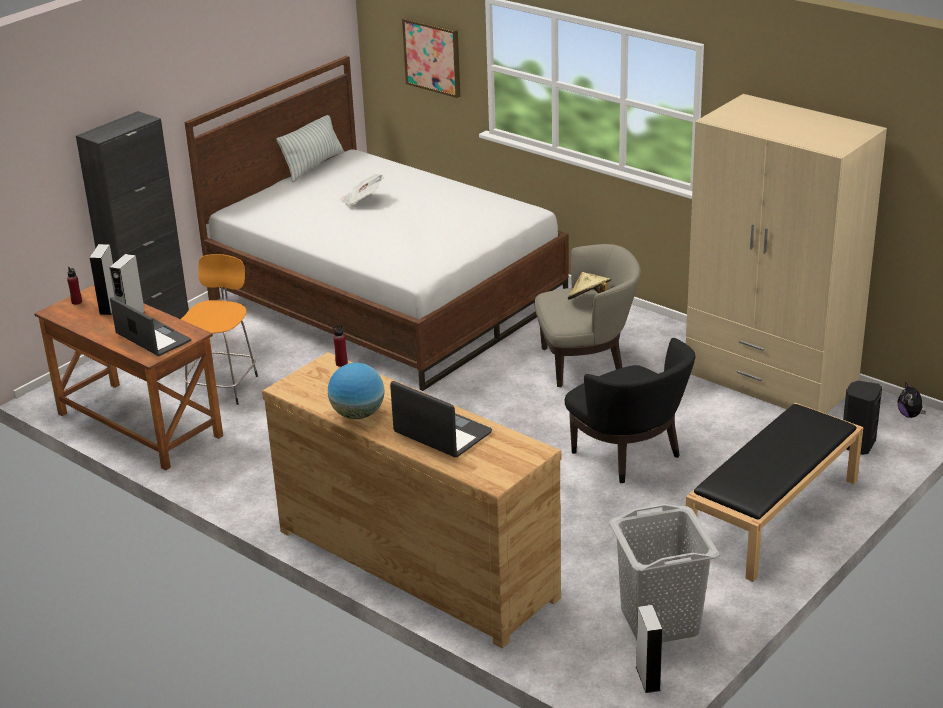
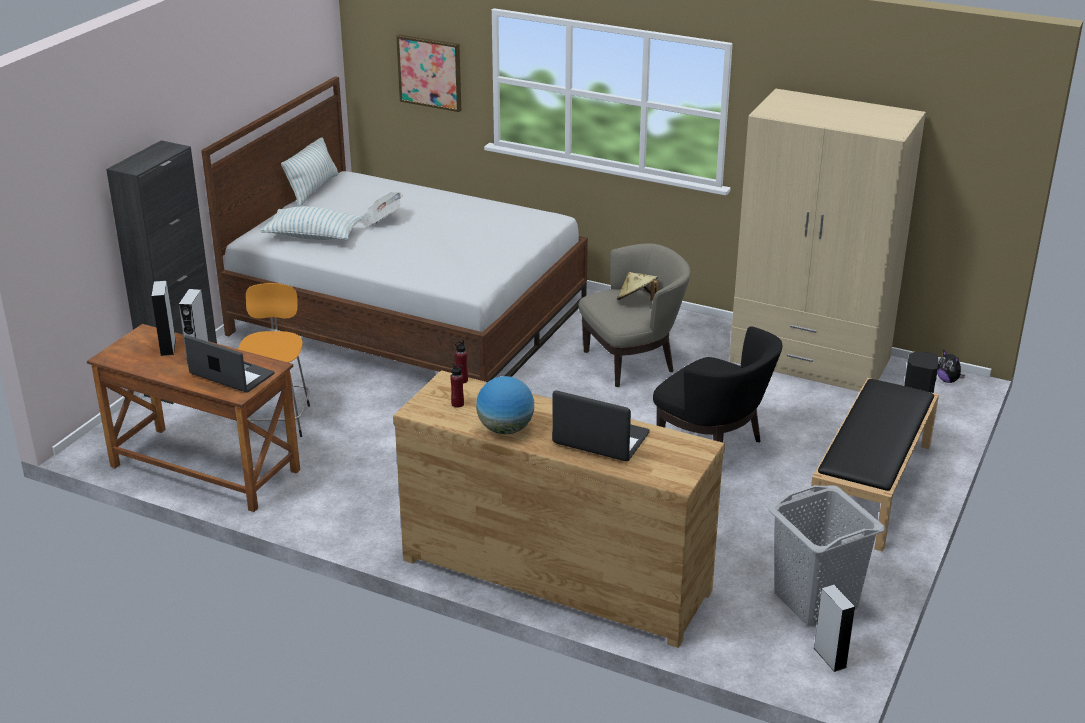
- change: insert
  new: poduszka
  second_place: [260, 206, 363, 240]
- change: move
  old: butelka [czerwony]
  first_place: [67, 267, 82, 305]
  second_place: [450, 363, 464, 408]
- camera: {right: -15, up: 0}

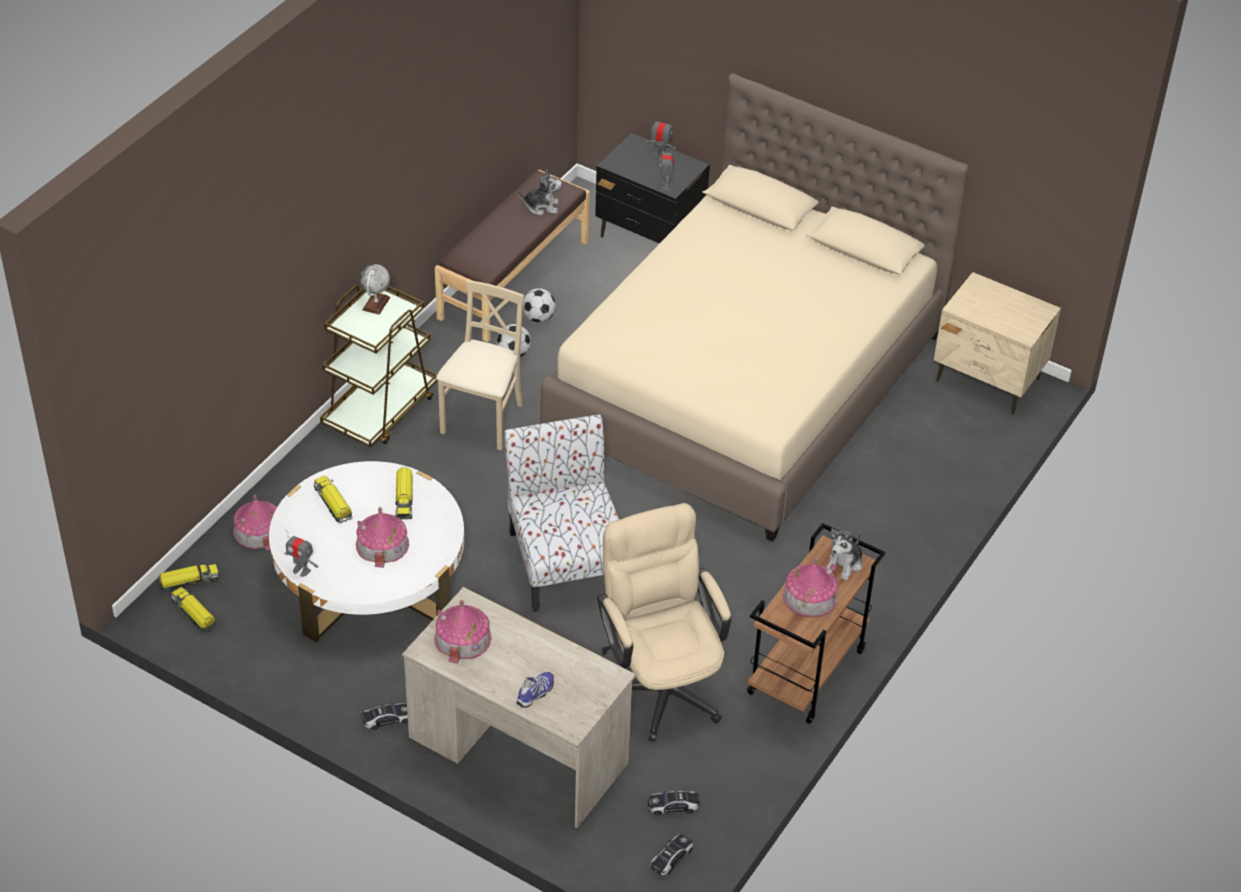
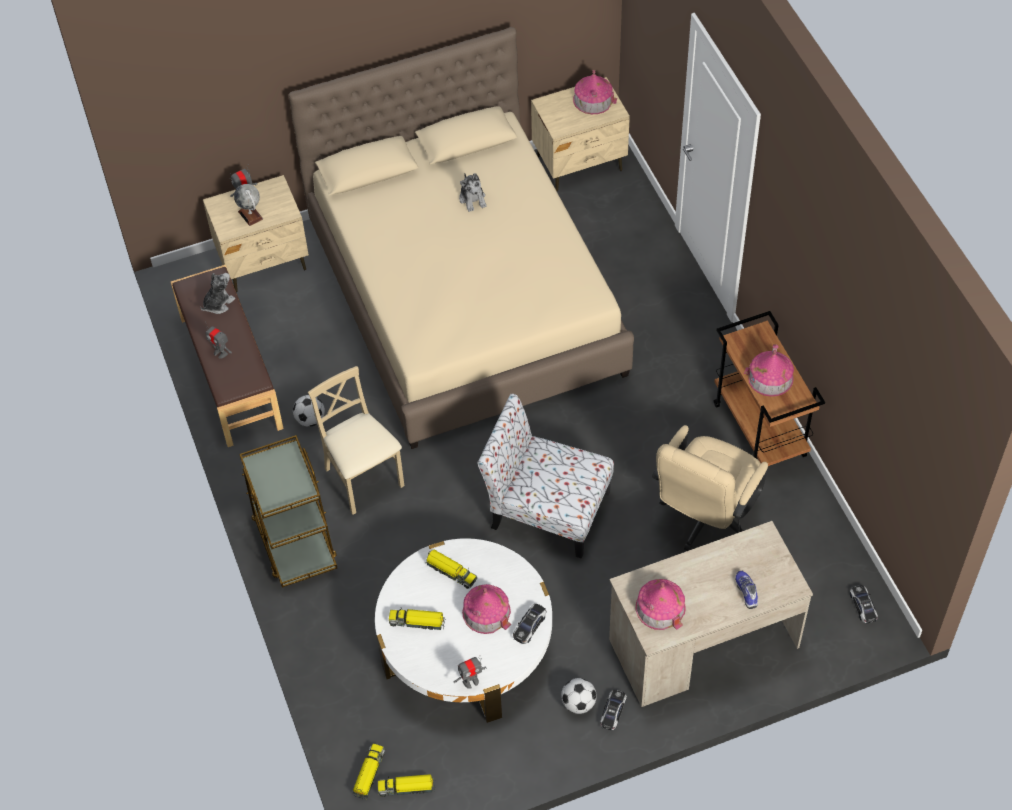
- change: move
  old: domek
  first_place: [233, 495, 277, 551]
  second_place: [573, 70, 617, 114]
- change: move
  old: globus
  first_place: [360, 264, 390, 315]
  second_place: [234, 184, 263, 226]
- change: move
  old: piłka futbolowa
  first_place: [522, 288, 556, 322]
  second_place: [561, 678, 597, 714]
- change: move
  old: samochodzik
  first_place: [647, 791, 700, 815]
  second_place: [513, 604, 546, 644]
- change: move
  old: robot zabawkowy
  first_place: [660, 143, 674, 191]
  second_place: [205, 322, 232, 359]
- change: move
  old: pluszak
  first_place: [826, 528, 863, 580]
  second_place: [459, 173, 487, 212]
- change: recolor
  old: szafka nocna [czarny]
  new: szafka nocna [beżowy]
  first_place: [595, 133, 710, 244]
  second_place: [203, 175, 309, 292]
- change: rotate
  old: krzesło biurowe [beżowy]
  first_place: [597, 503, 731, 742]
  second_place: [652, 425, 768, 551]
  degrees: -75
- camera: {right: -50, up: 10}

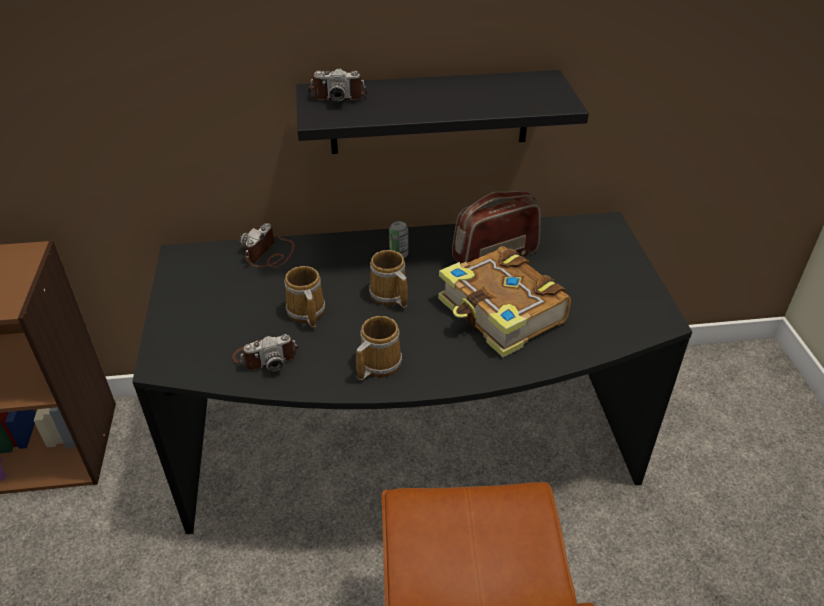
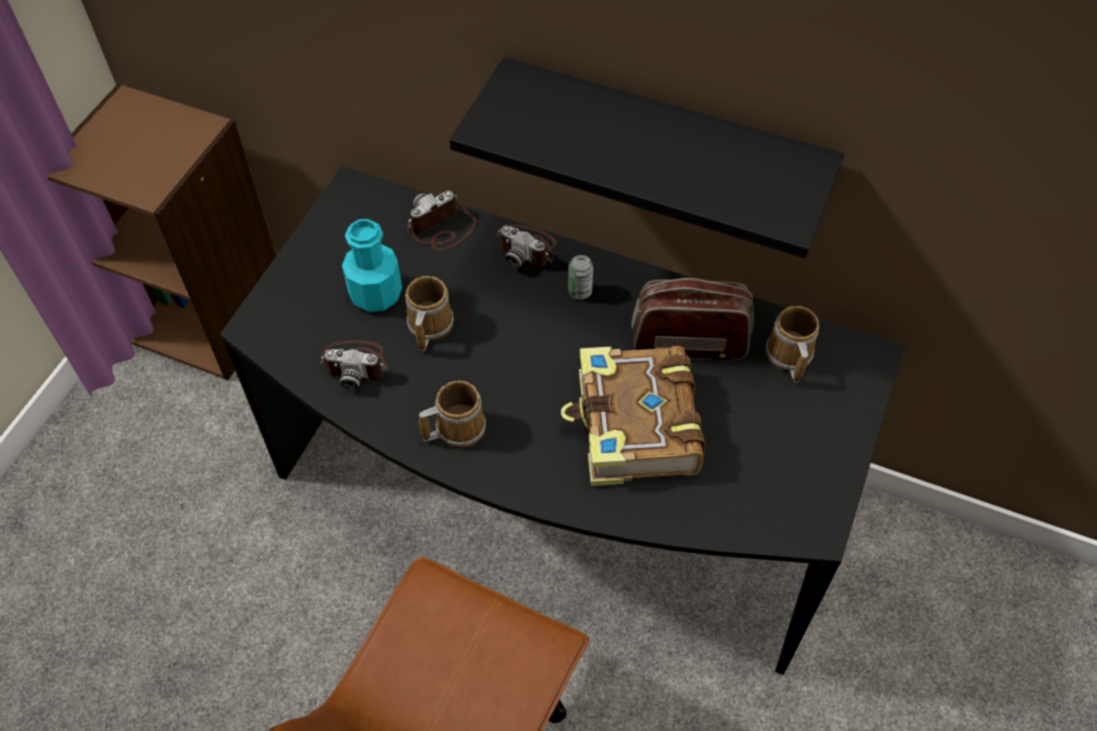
- change: insert
  new: butelka [turkusowy]
  second_place: [342, 219, 402, 312]
- change: move
  old: aparat fotograficzny
  first_place: [307, 68, 367, 102]
  second_place: [496, 224, 556, 268]
- change: move
  old: kubek
  first_place: [369, 250, 408, 307]
  second_place: [766, 306, 819, 383]
- camera: {right: 30, up: 15}

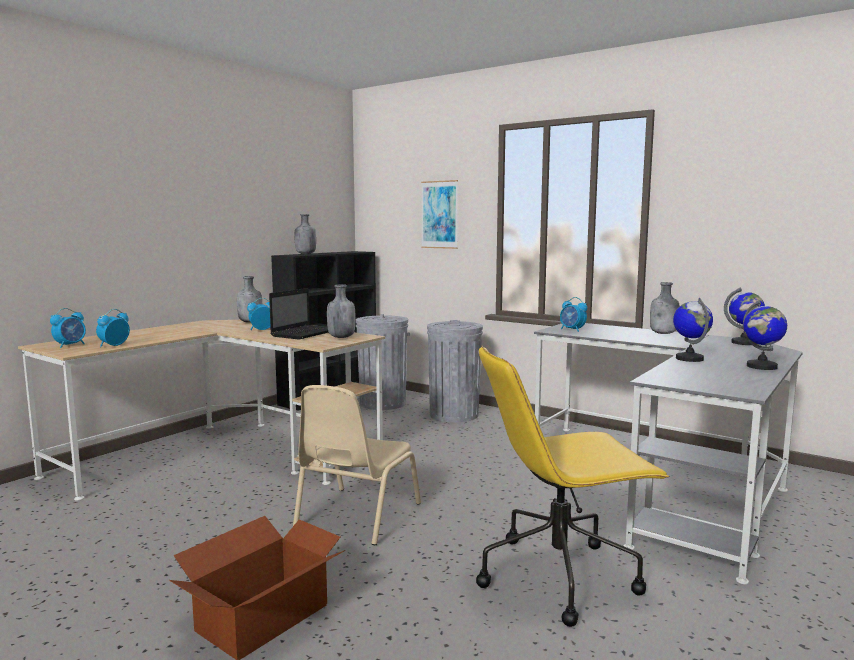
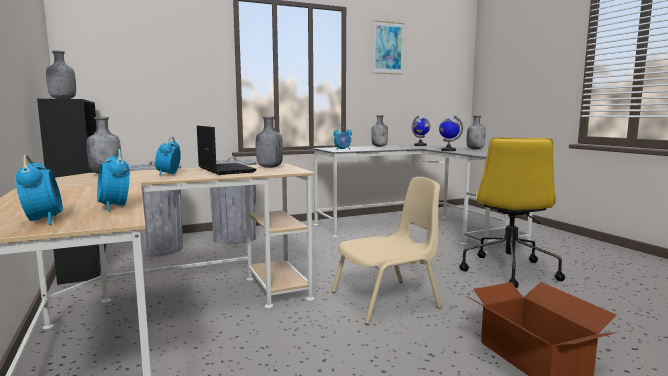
- change: move
  old: obraz
  first_place: [421, 180, 458, 249]
  second_place: [374, 20, 404, 75]
- change: replace
  old: globus
  new: butelka [szary]
  first_place: [743, 300, 787, 370]
  second_place: [467, 115, 486, 150]
- change: rotate
  old: krzesło [beżowy]
  first_place: [293, 385, 421, 545]
  second_place: [332, 177, 442, 325]
  degrees: -75
- camera: {right: -60, up: 0}

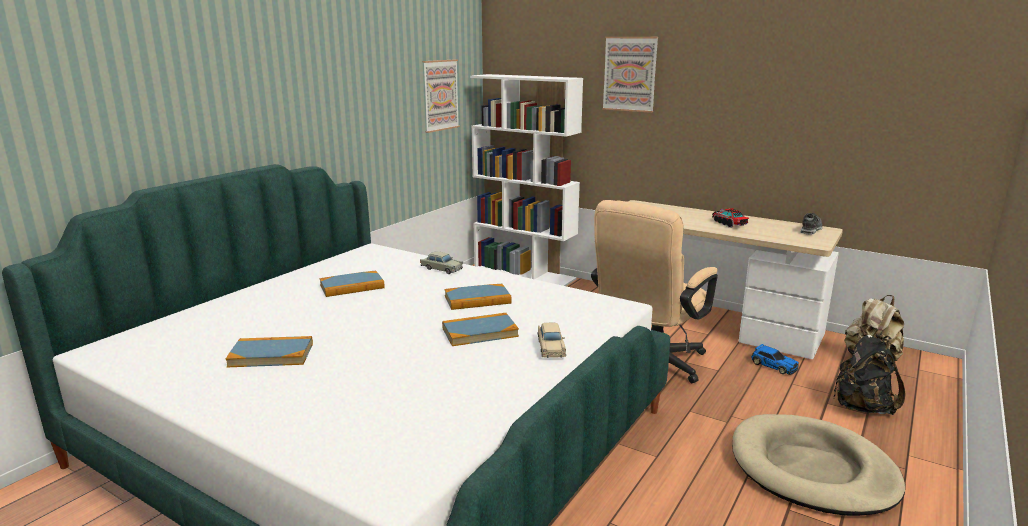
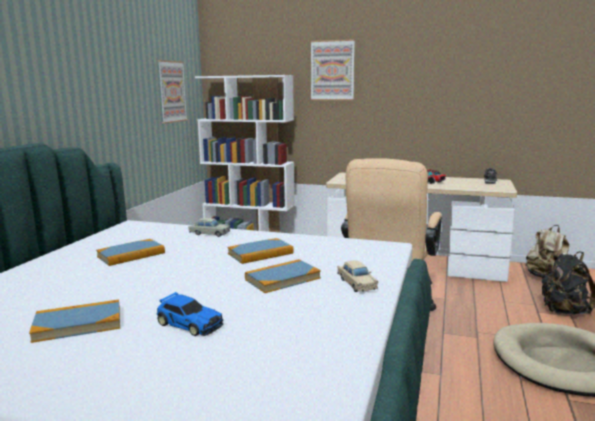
- change: move
  old: samochodzik
  first_place: [751, 344, 799, 375]
  second_place: [156, 292, 223, 336]
- camera: {right: -15, up: -5}

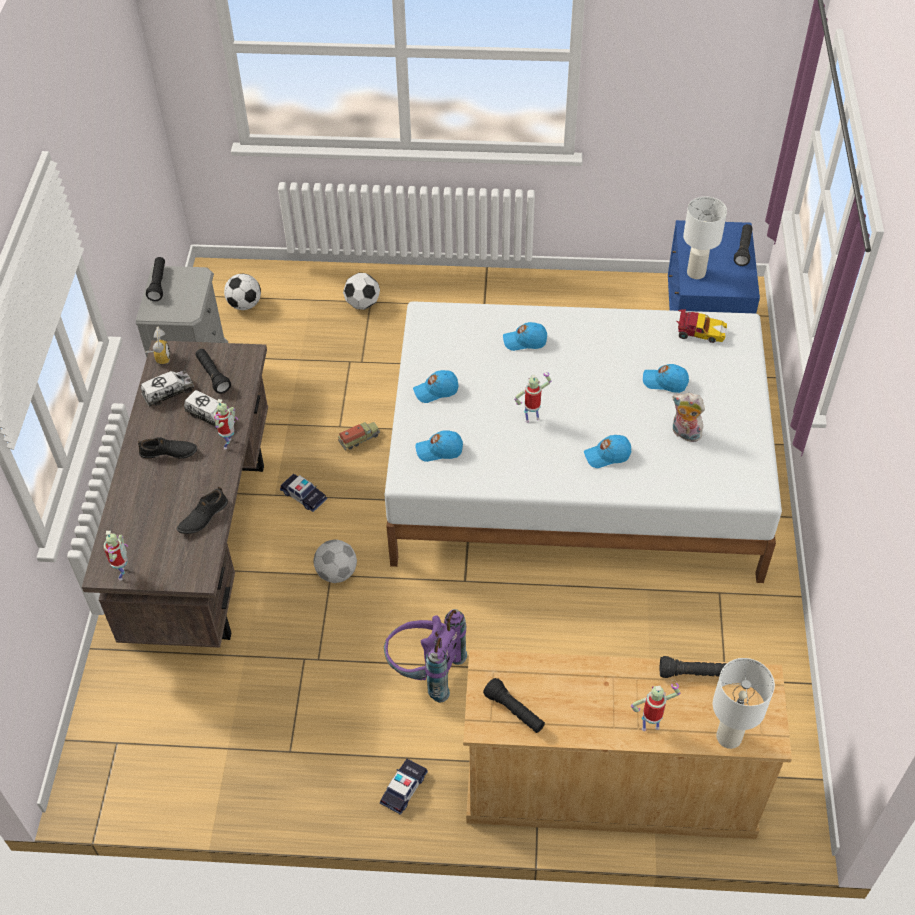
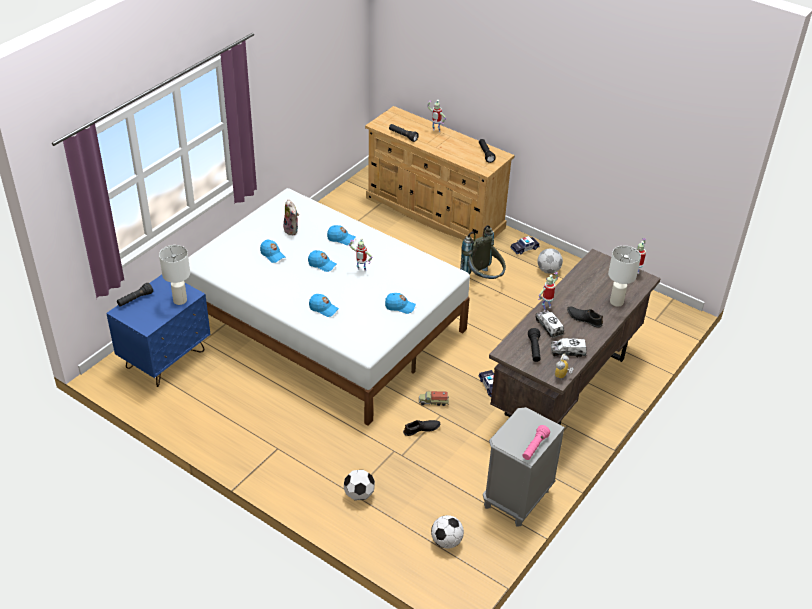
- change: delete
  old: samochodzik
  first_place: [676, 309, 727, 343]
- change: move
  old: but [czarny]
  first_place: [177, 487, 228, 534]
  second_place: [403, 420, 440, 436]
- change: move
  old: piłka futbolowa
  first_place: [313, 540, 357, 583]
  second_place: [537, 249, 563, 273]
- change: move
  old: czapka z daszkiem [niebieski]
  first_place: [416, 430, 463, 462]
  second_place: [308, 250, 336, 272]
- change: move
  old: lampa stołowa [biały]
  first_place: [713, 658, 775, 749]
  second_place: [608, 246, 641, 306]
- change: recolor
  old: latarka [czarny]
  new: latarka [różowy]
  first_place: [146, 257, 165, 301]
  second_place: [522, 425, 550, 460]
- change: recolor
  old: plecak [fioletowy]
  new: plecak [szary]
  first_place: [384, 609, 467, 703]
  second_place: [460, 225, 506, 279]
- camera: {right: -150, up: -10}

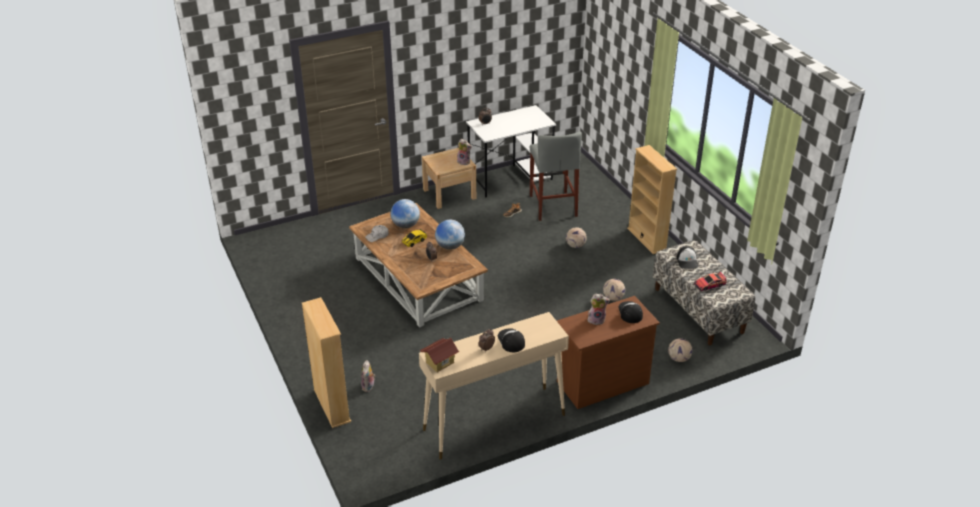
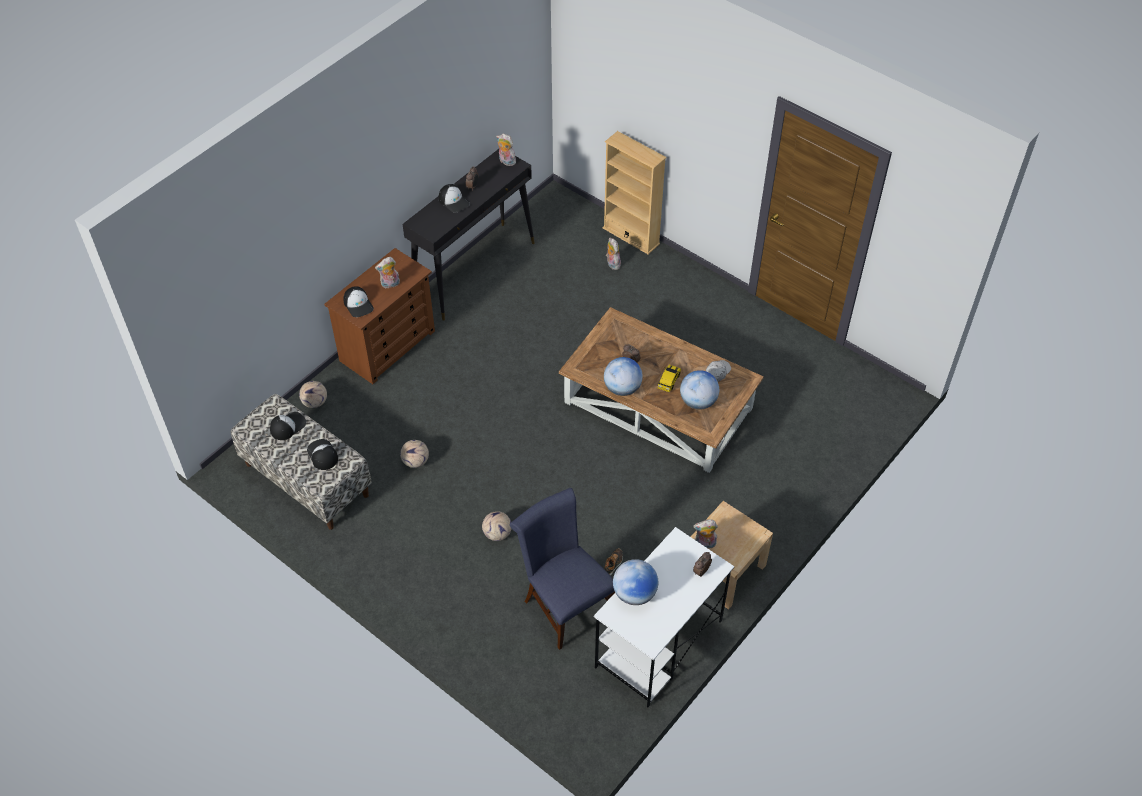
- change: delete
  old: regał [beżowy]
  first_place: [627, 145, 677, 254]
- change: insert
  new: globus
  second_place: [613, 559, 658, 605]
- change: replace
  old: domek
  new: pluszak
  first_place: [420, 338, 460, 372]
  second_place: [496, 134, 516, 166]
- change: replace
  old: stołek [szary]
  new: krzesło [niebieski]
  first_place: [529, 131, 582, 221]
  second_place: [510, 488, 615, 650]
- change: replace
  old: samochodzik
  new: czapka z daszkiem
  first_place: [694, 272, 727, 291]
  second_place: [270, 412, 306, 440]
- change: recolor
  old: stolik konsolowy [beżowy]
  new: stolik konsolowy [czarny]
  first_place: [419, 312, 569, 460]
  second_place: [403, 149, 535, 321]
- camera: {right: 155, up: 15}

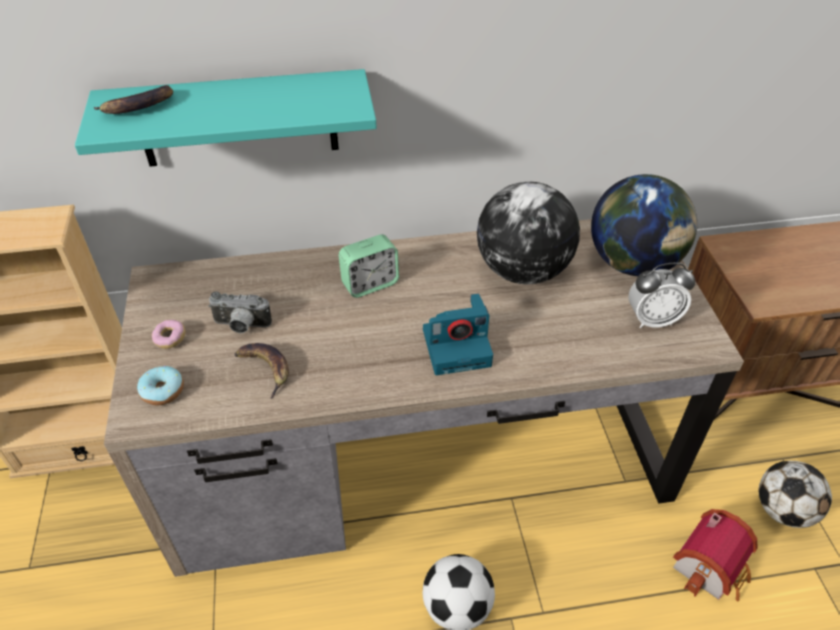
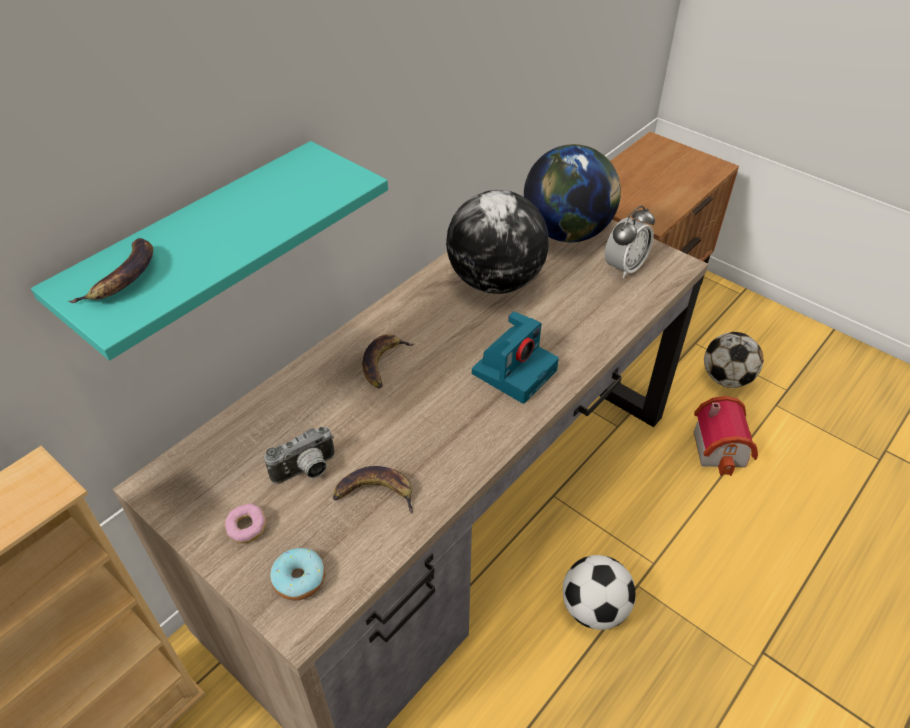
- change: replace
  old: budzik
  new: banan
  first_place: [339, 234, 399, 298]
  second_place: [362, 334, 414, 388]
- camera: {right: -40, up: 0}

